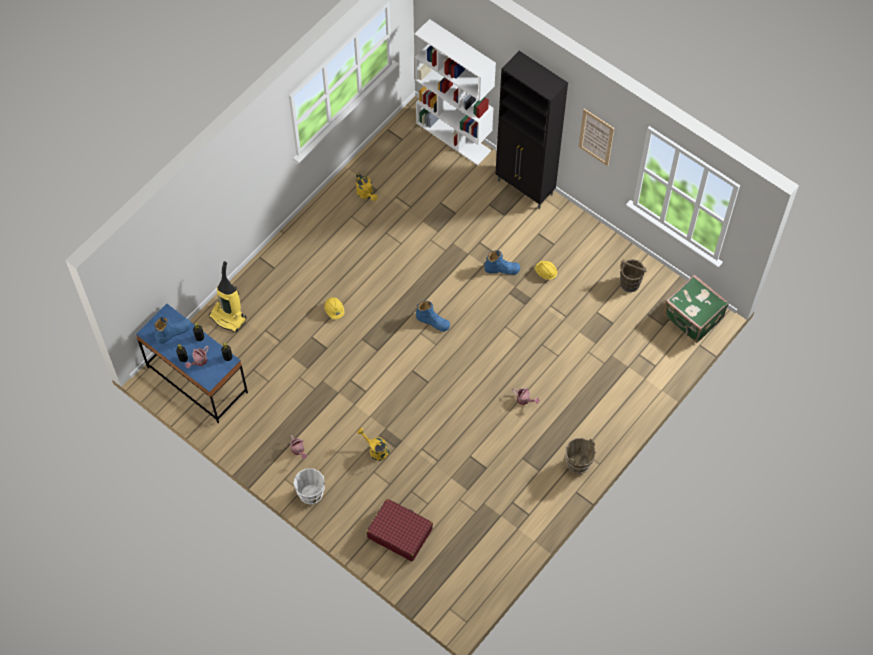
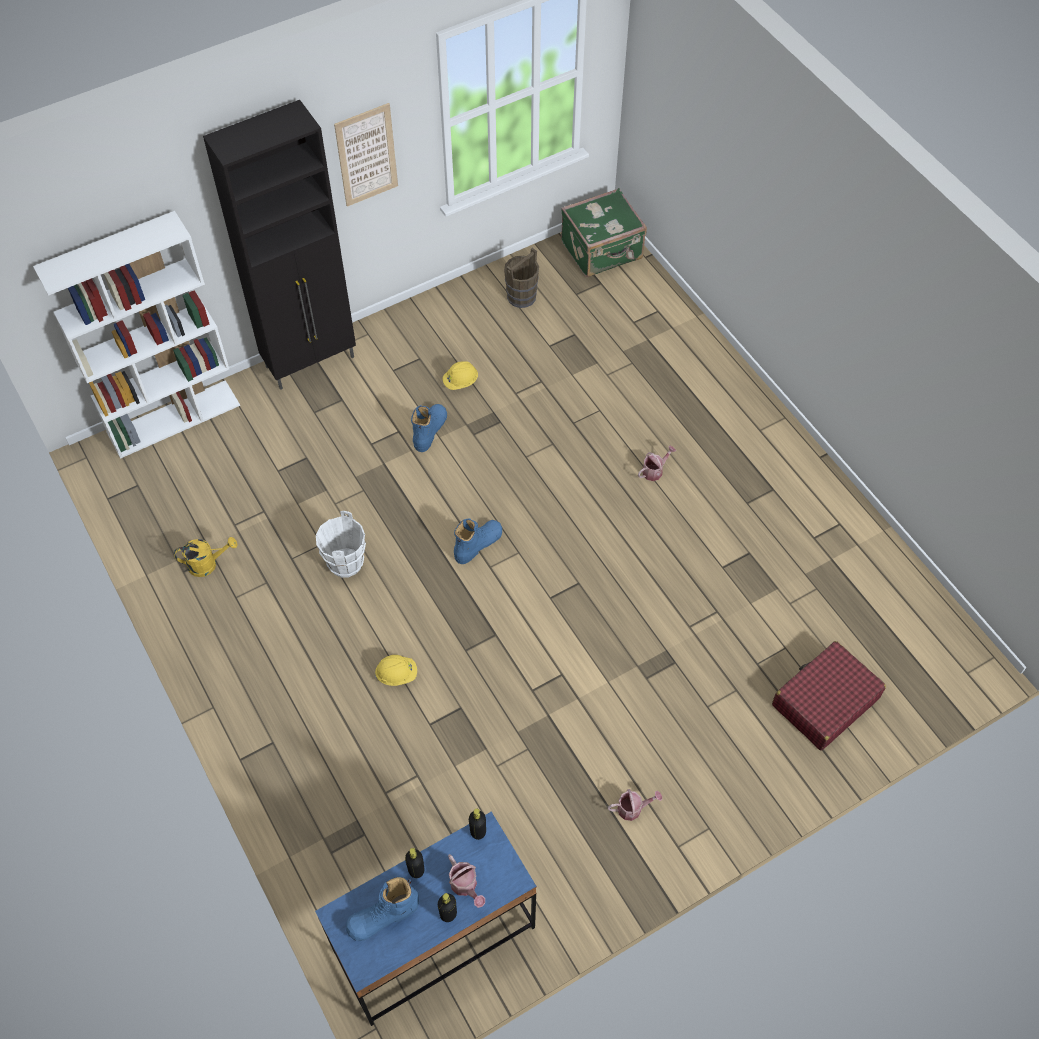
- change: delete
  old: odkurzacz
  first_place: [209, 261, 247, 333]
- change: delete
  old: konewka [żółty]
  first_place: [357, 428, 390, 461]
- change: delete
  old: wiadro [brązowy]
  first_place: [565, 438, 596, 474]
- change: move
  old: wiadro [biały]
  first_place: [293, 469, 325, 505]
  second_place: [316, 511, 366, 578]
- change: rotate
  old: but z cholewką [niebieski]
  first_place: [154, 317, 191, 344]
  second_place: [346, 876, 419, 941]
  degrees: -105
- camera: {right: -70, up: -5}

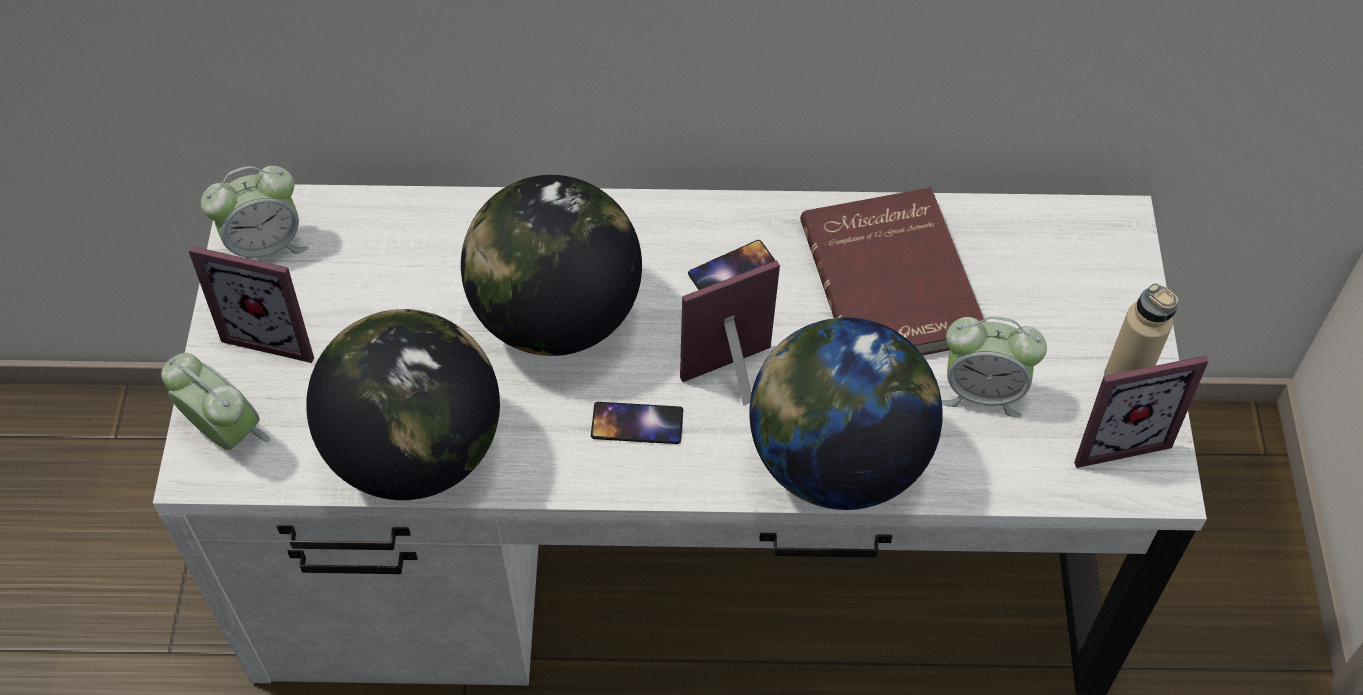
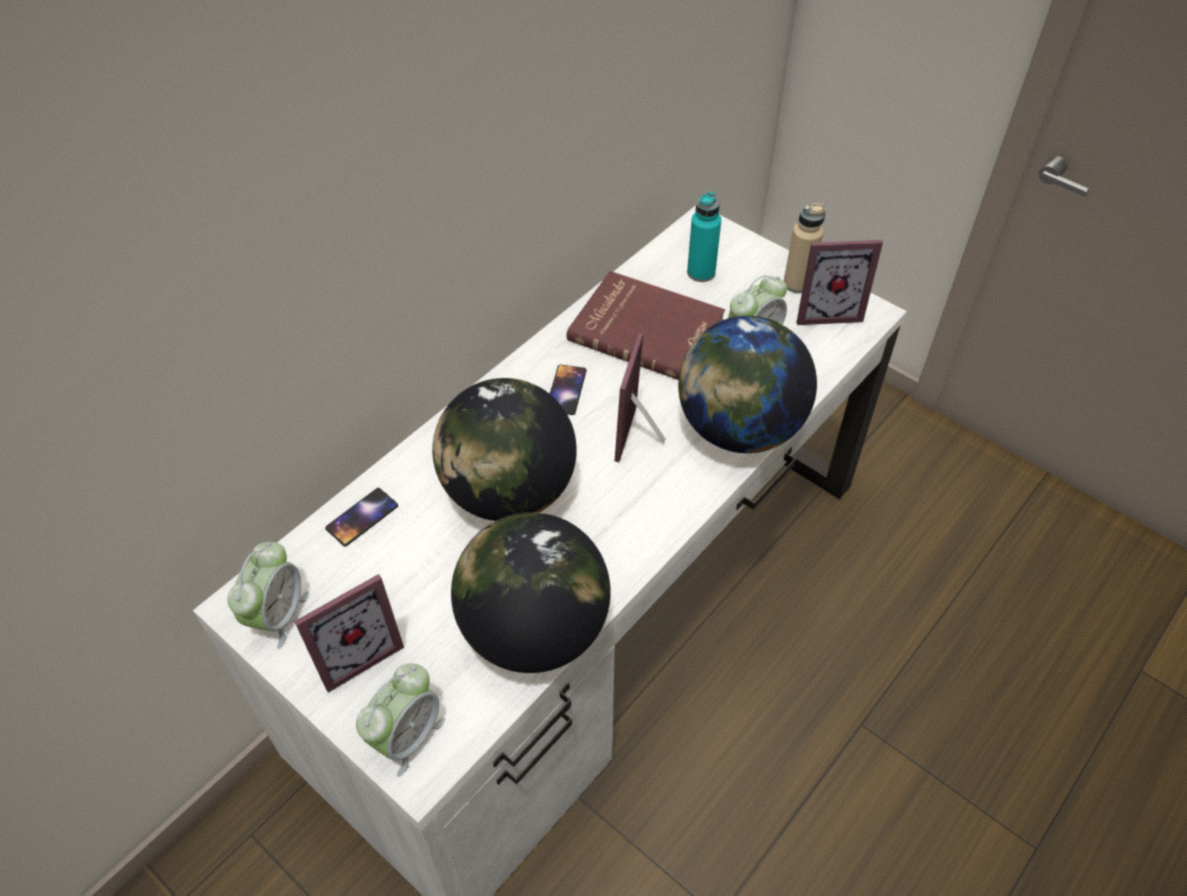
- change: insert
  new: butelka [turkusowy]
  second_place: [687, 191, 721, 282]
- change: move
  old: telefon
  first_place: [591, 402, 683, 444]
  second_place: [325, 488, 398, 546]
- change: rotate
  old: budzik
  first_place: [161, 353, 270, 450]
  second_place: [356, 663, 445, 777]
  degrees: 135
- change: rotate
  old: ramka na zdjęcie
  first_place: [1074, 356, 1209, 468]
  second_place: [797, 240, 883, 325]
  degrees: 60
- camera: {right: -50, up: -5}

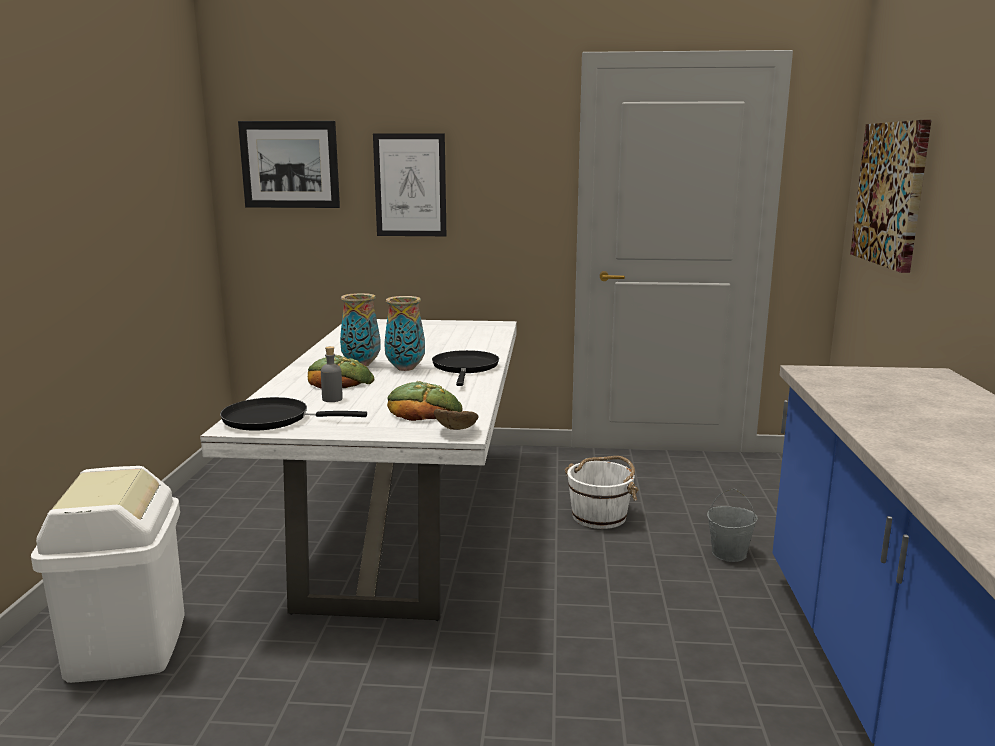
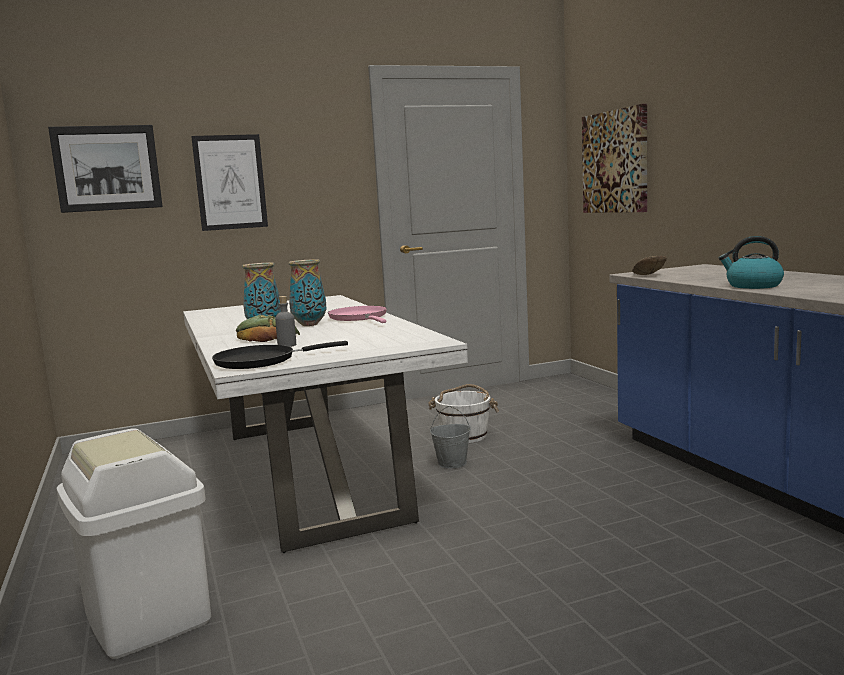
- change: delete
  old: chleb
  first_place: [387, 381, 463, 421]
- change: insert
  new: czajnik
  second_place: [719, 236, 784, 289]
- change: move
  old: miska [brązowy]
  first_place: [434, 409, 479, 430]
  second_place: [632, 256, 667, 275]
- change: move
  old: wiadro [szary]
  first_place: [707, 489, 758, 562]
  second_place: [430, 406, 471, 468]
- change: recolor
  old: patelnia [czarny]
  new: patelnia [różowy]
  first_place: [432, 350, 499, 386]
  second_place: [328, 306, 387, 323]
- camera: {right: -25, up: -5}

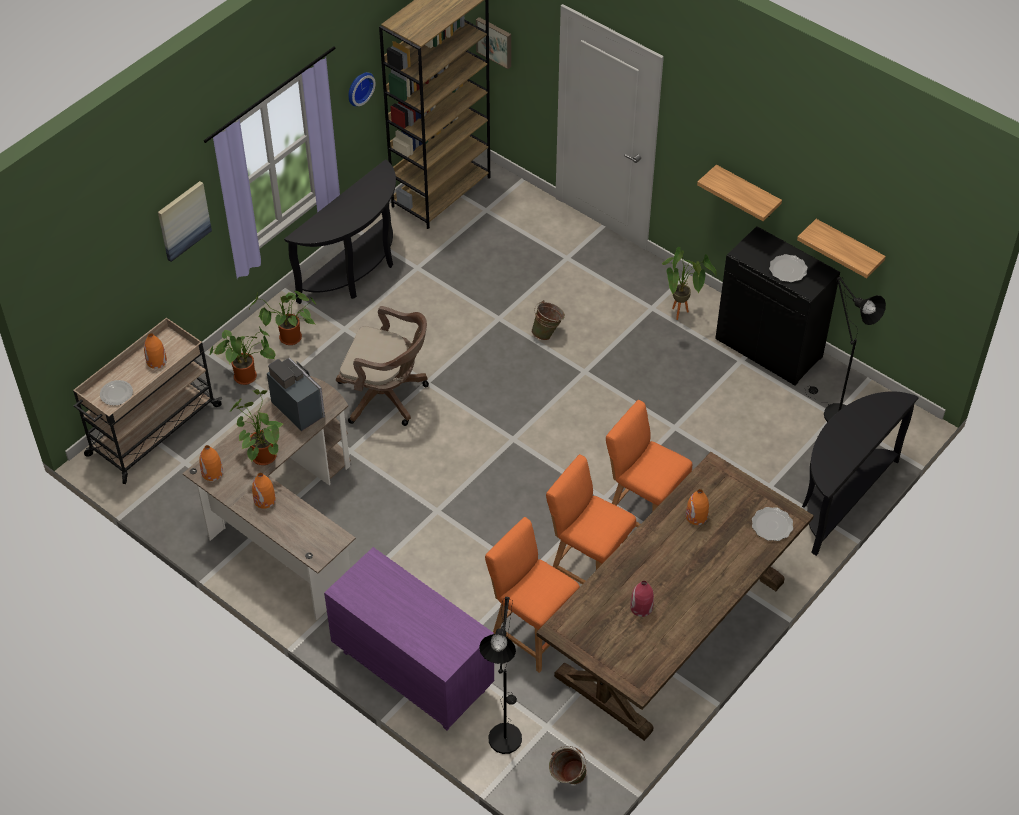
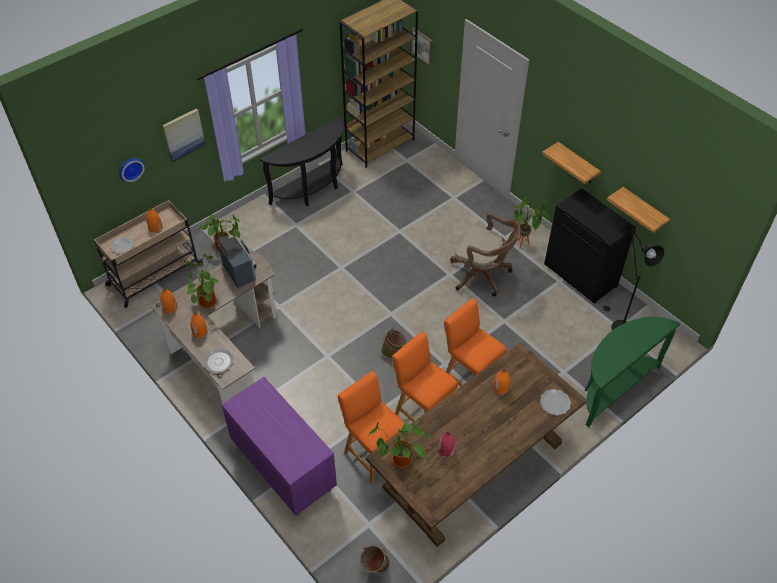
- change: delete
  old: lampa stojąca [czarny]
  first_place: [479, 597, 522, 754]
- change: move
  old: roślina doniczkowa
  first_place: [249, 291, 316, 345]
  second_place: [368, 422, 429, 468]
- change: move
  old: krzesło biurowe [brązowy]
  first_place: [336, 306, 429, 426]
  second_place: [450, 213, 521, 297]
- change: move
  old: zegar ścienny
  first_place: [349, 72, 376, 106]
  second_place: [119, 158, 145, 182]
- change: move
  old: wiadro [zielony]
  first_place: [531, 300, 565, 340]
  second_place: [381, 328, 406, 358]
- change: move
  old: talerz
  first_place: [769, 254, 808, 282]
  second_place: [204, 348, 234, 373]
- change: recolor
  old: stolik konsolowy [czarny]
  new: stolik konsolowy [zielony]
  first_place: [802, 391, 919, 556]
  second_place: [585, 317, 680, 427]
- camera: {right: 10, up: 0}

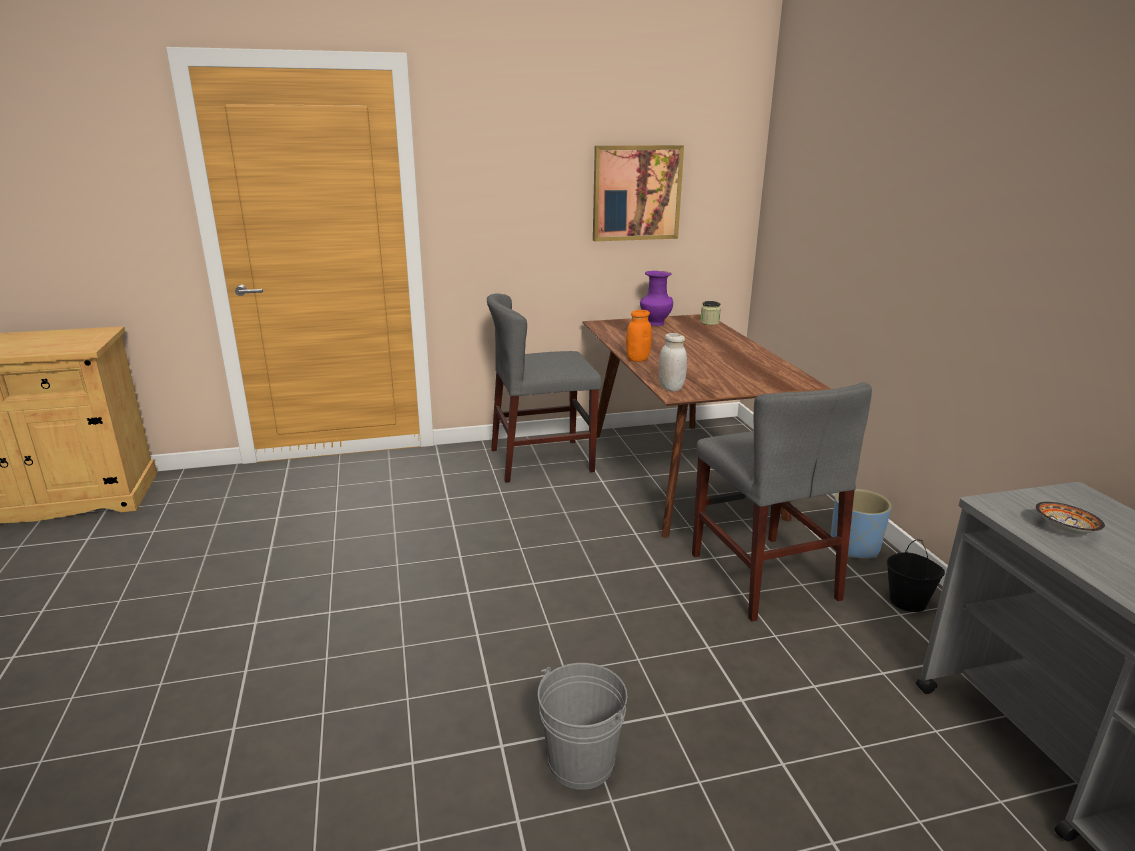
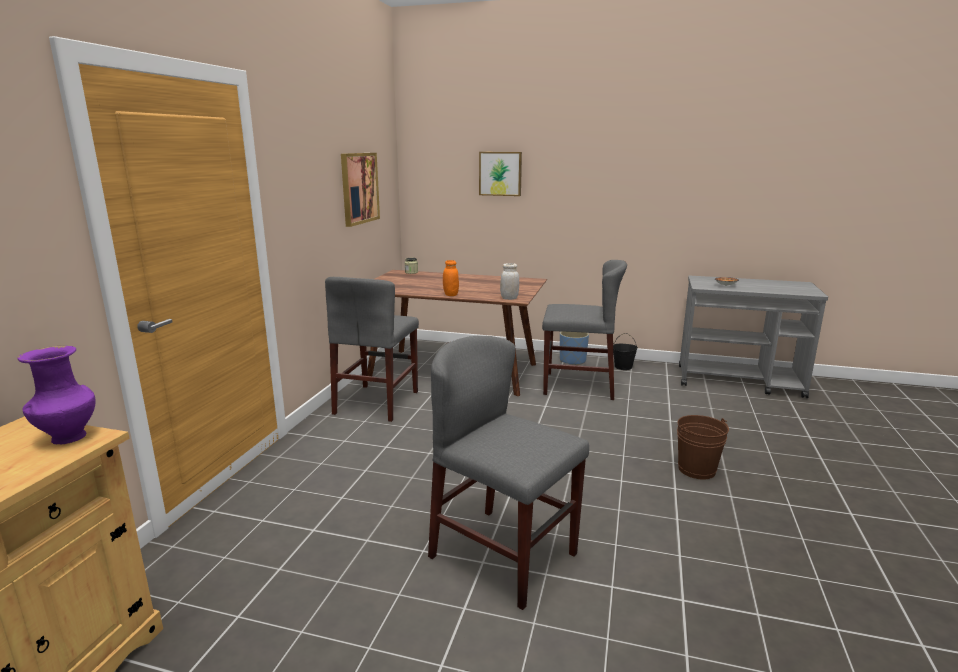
- change: insert
  new: krzesło [szary]
  second_place: [428, 336, 589, 610]
- change: insert
  new: obraz
  second_place: [479, 152, 522, 196]
- change: move
  old: wazon [fioletowy]
  first_place: [640, 271, 673, 326]
  second_place: [17, 346, 95, 444]
- change: recolor
  old: wiadro [szary]
  new: wiadro [brązowy]
  first_place: [537, 663, 627, 790]
  second_place: [677, 415, 729, 480]
- camera: {right: -60, up: -5}

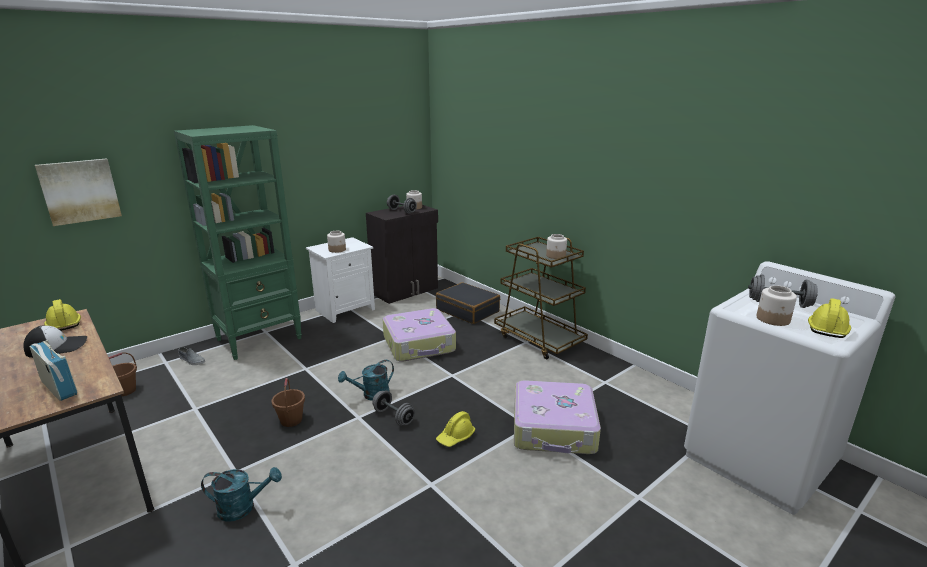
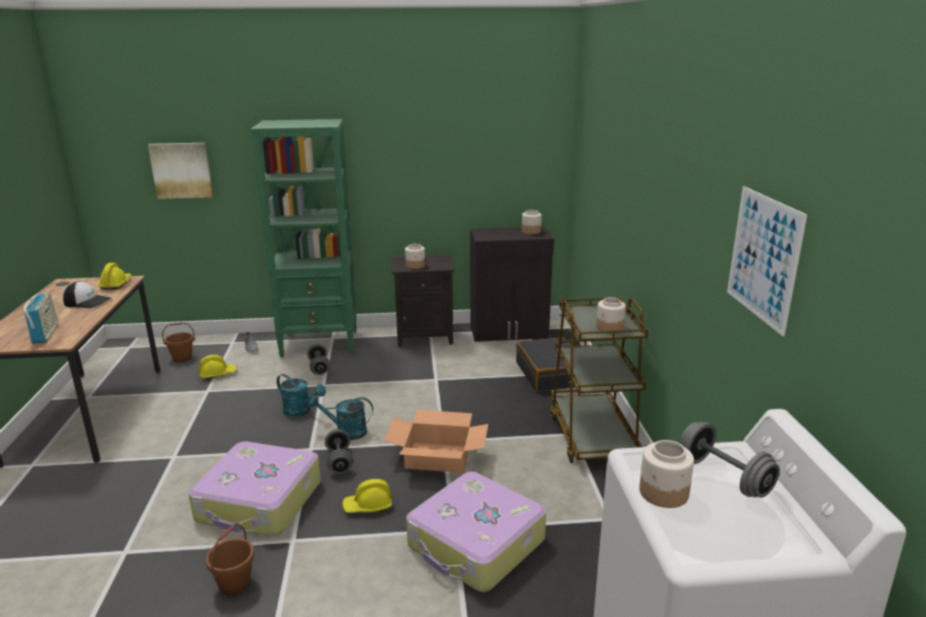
- change: insert
  new: karton
  second_place: [384, 410, 488, 473]
- change: insert
  new: obraz
  second_place: [727, 186, 807, 336]
- change: move
  old: konewka [turkusowy]
  first_place: [201, 467, 282, 522]
  second_place: [277, 374, 326, 417]
- change: move
  old: wiadro [brązowy]
  first_place: [272, 378, 305, 427]
  second_place: [206, 525, 254, 595]
- change: move
  old: walizka
  first_place: [383, 308, 456, 362]
  second_place: [189, 441, 321, 536]
- change: move
  old: hantel [szary]
  first_place: [387, 195, 417, 214]
  second_place: [307, 344, 331, 375]
- change: move
  old: kask [żółty]
  first_place: [808, 298, 851, 338]
  second_place: [199, 355, 237, 380]
- change: recolor
  old: szafka nocna [biały]
  new: szafka nocna [czarny]
  first_place: [306, 237, 375, 323]
  second_place: [392, 255, 455, 347]
- camera: {right: 35, up: 0}

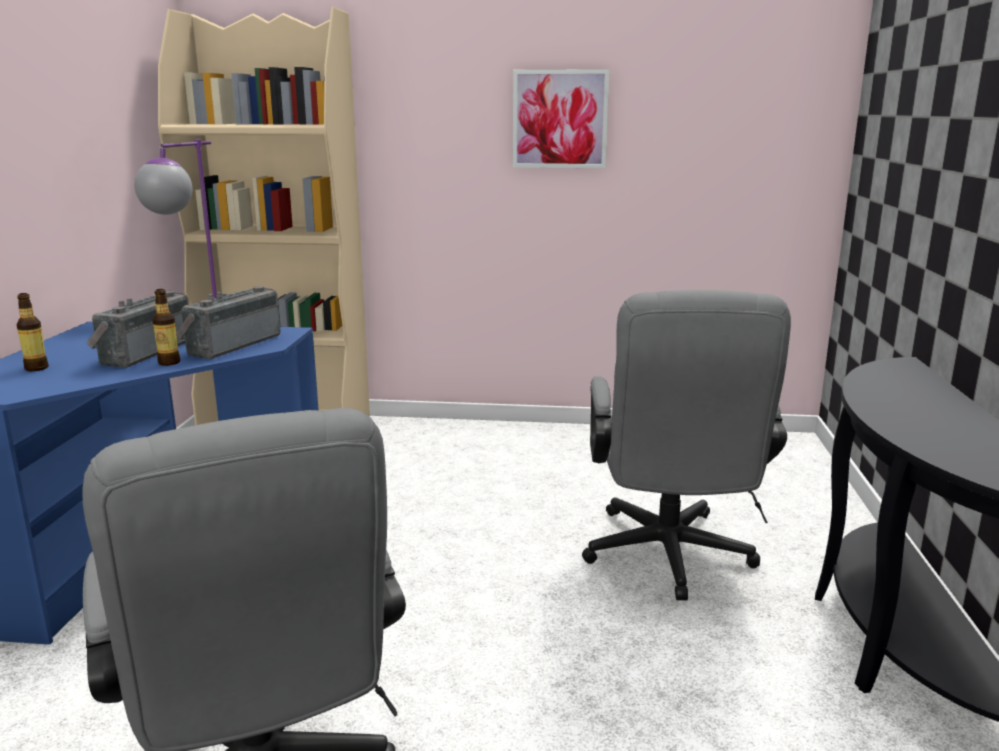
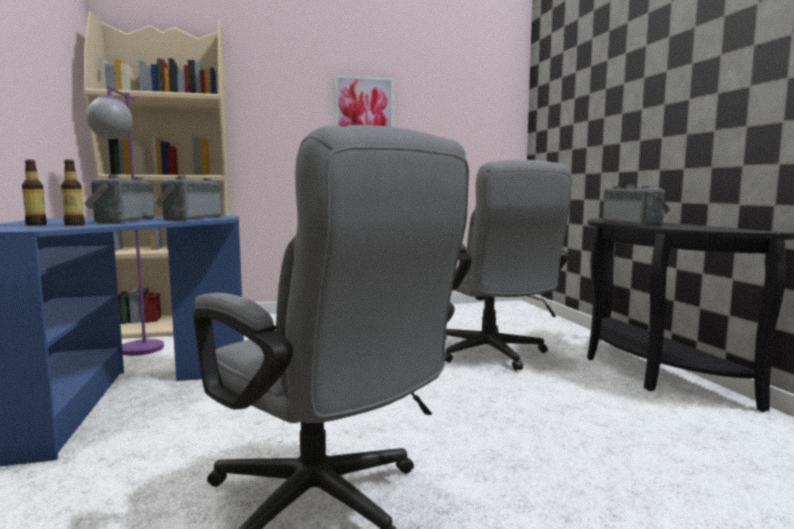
- change: insert
  new: radio
  second_place: [603, 185, 671, 226]
- change: move
  old: butelka
  first_place: [152, 289, 180, 366]
  second_place: [61, 160, 85, 226]
- camera: {right: -20, up: -10}

